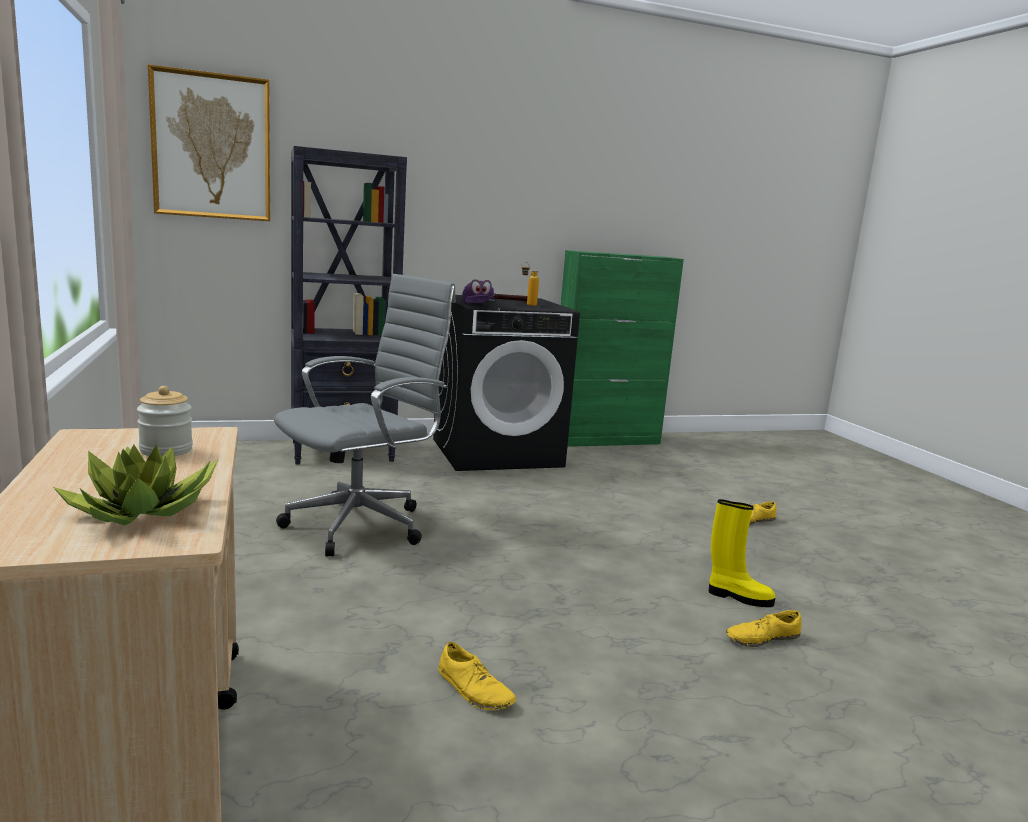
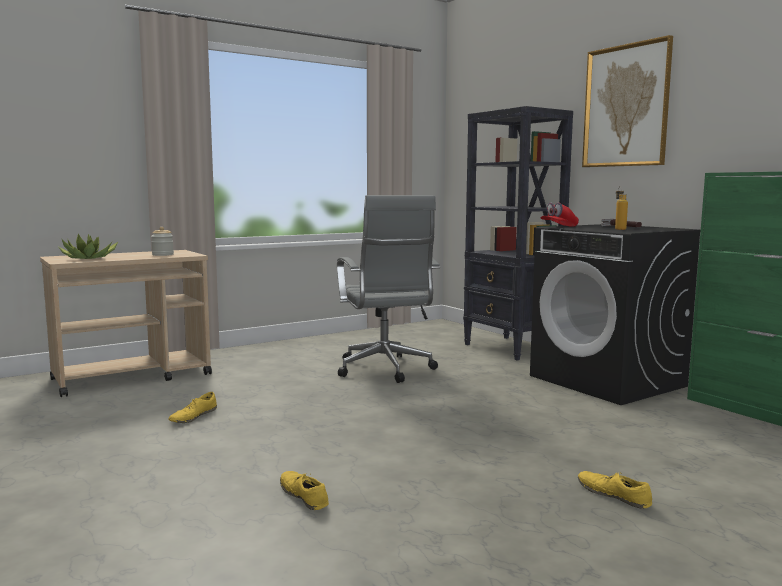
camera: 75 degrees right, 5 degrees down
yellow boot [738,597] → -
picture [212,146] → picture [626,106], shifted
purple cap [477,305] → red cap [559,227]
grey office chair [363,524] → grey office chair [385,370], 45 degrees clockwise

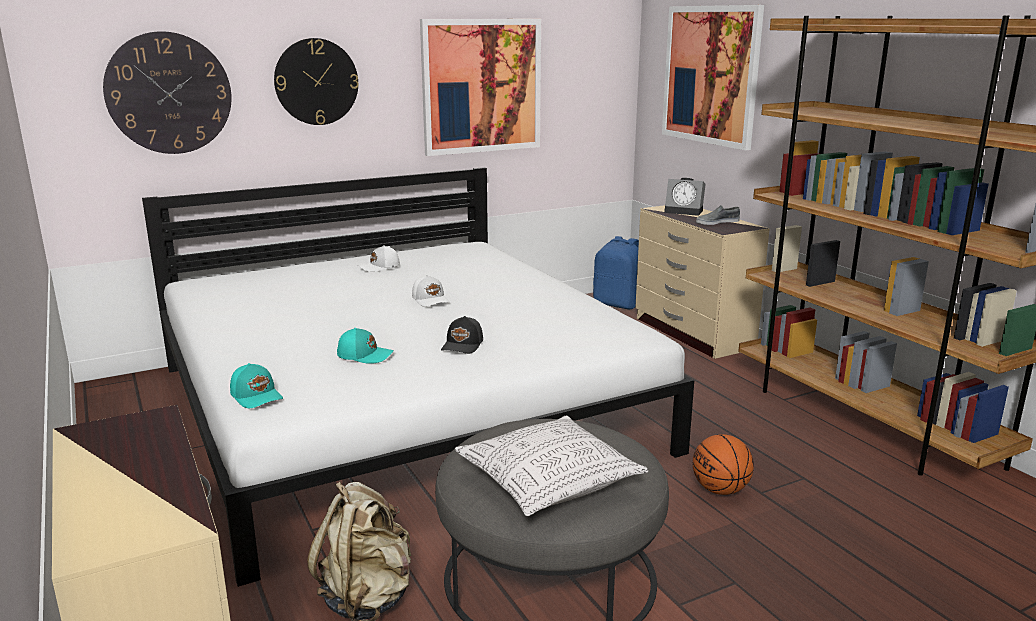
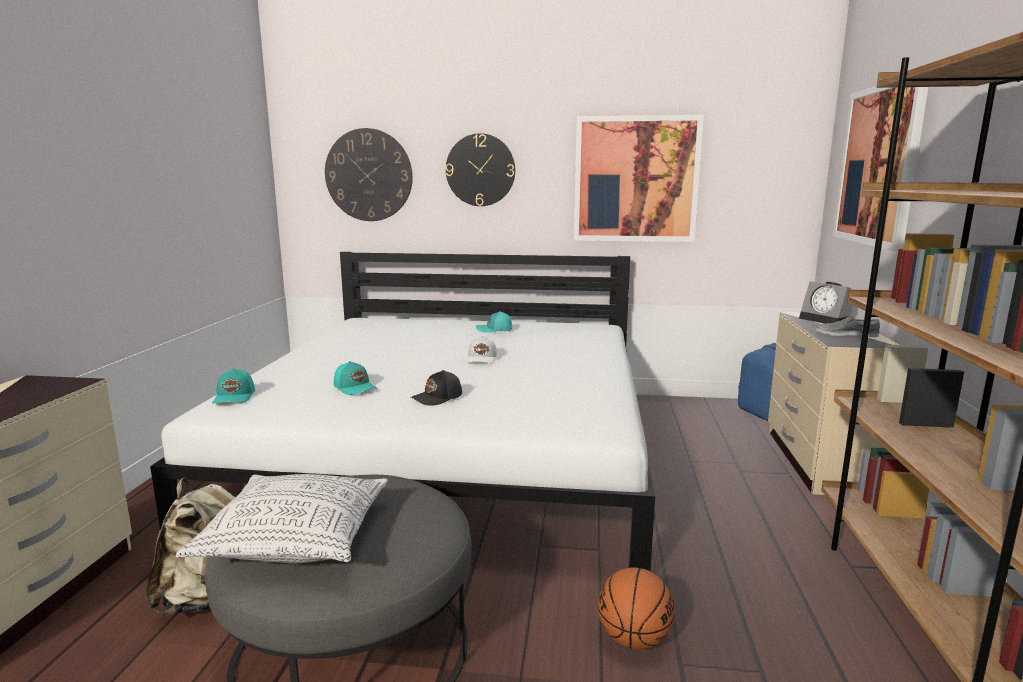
camera: 35 degrees right, 5 degrees down
white cap [380,267] → turquoise cap [494,330]

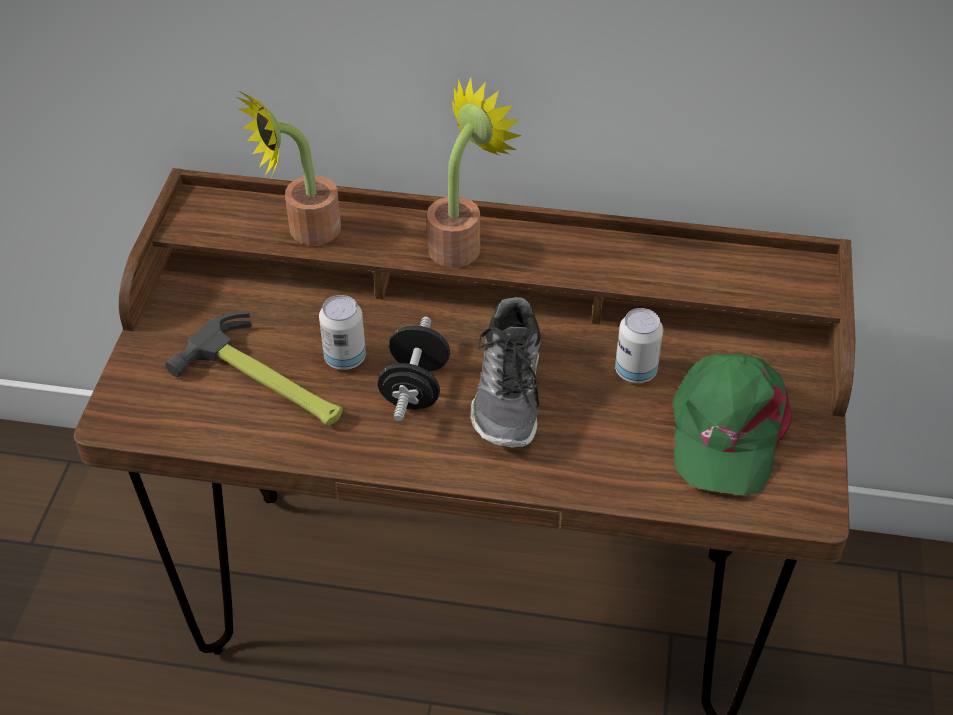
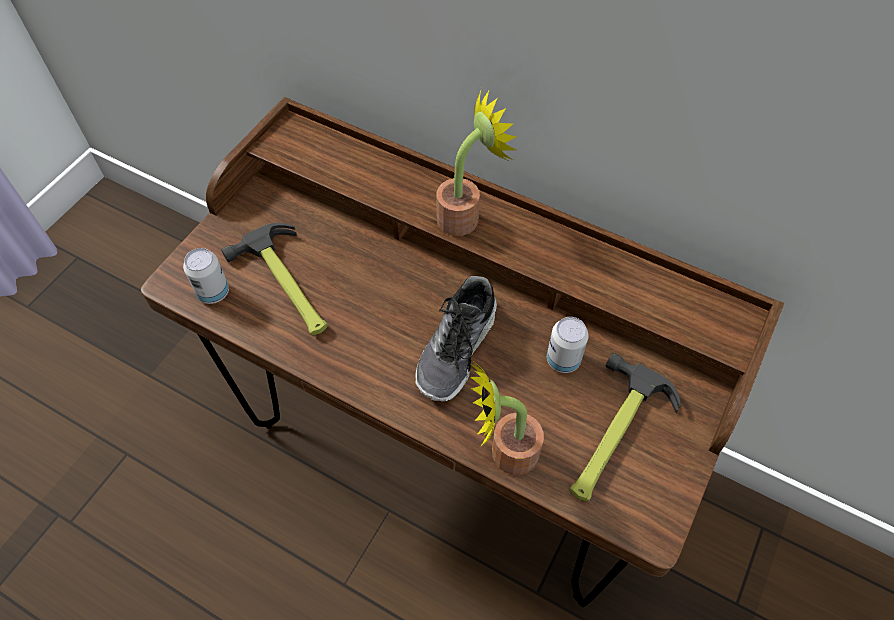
camera: 20 degrees right, 10 degrees up
black dumbbell [415,388] → -
potted plant [304,231] → potted plant [505,454], shifted
can [345,358] → can [213,292], shifted
green cap [726,430] → hammer [613,435]

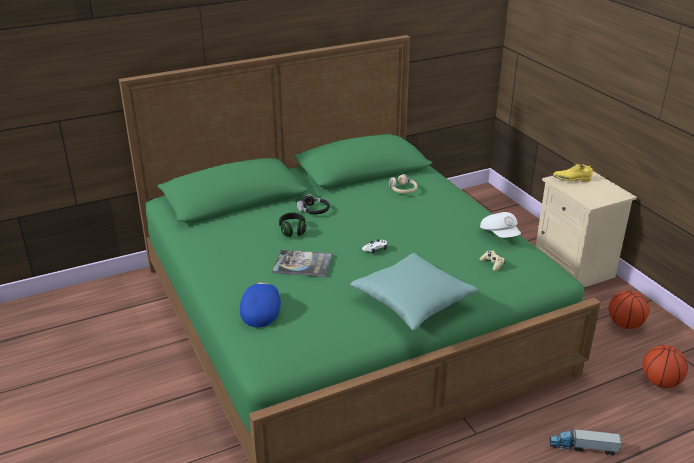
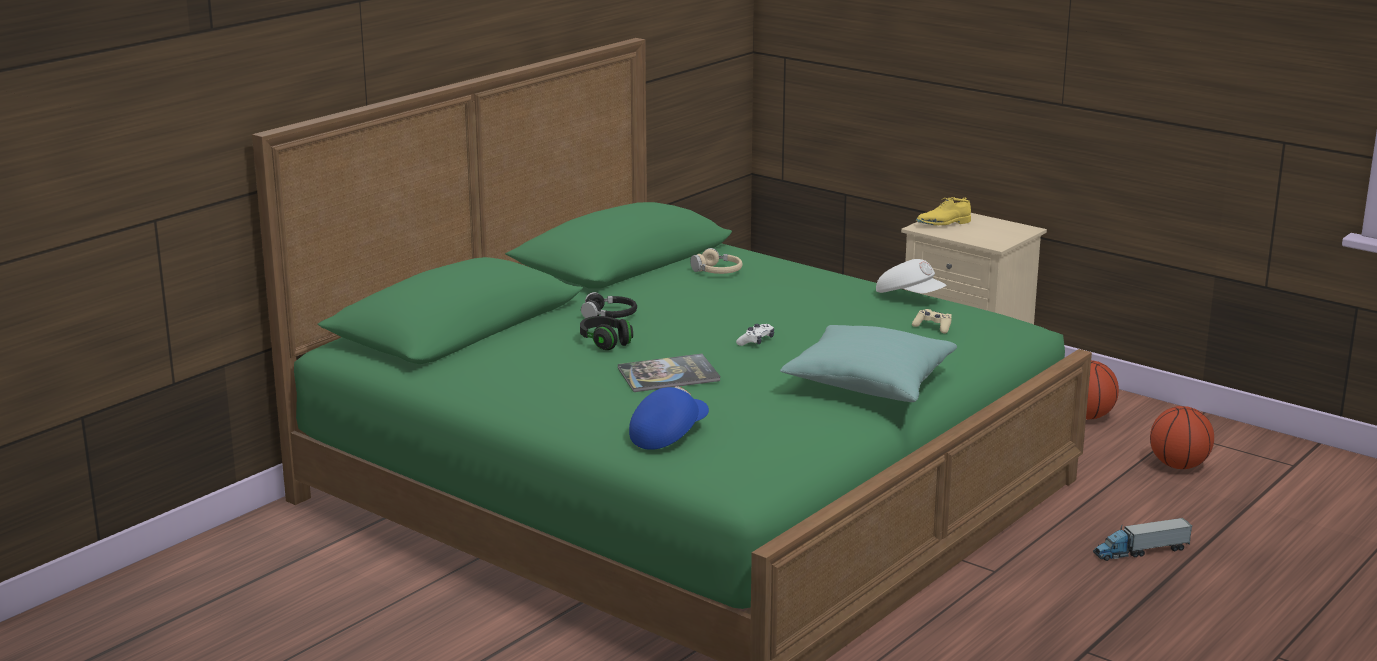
camera: 25 degrees left, 10 degrees down
blue cap [261,312] → blue cap [668,435], 60 degrees clockwise

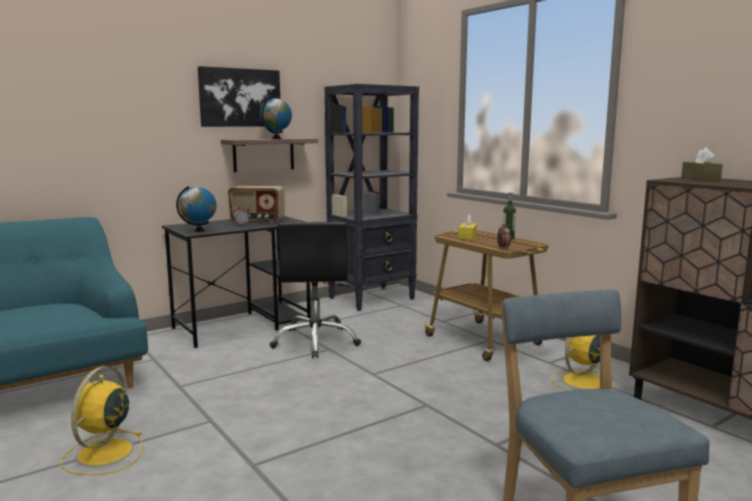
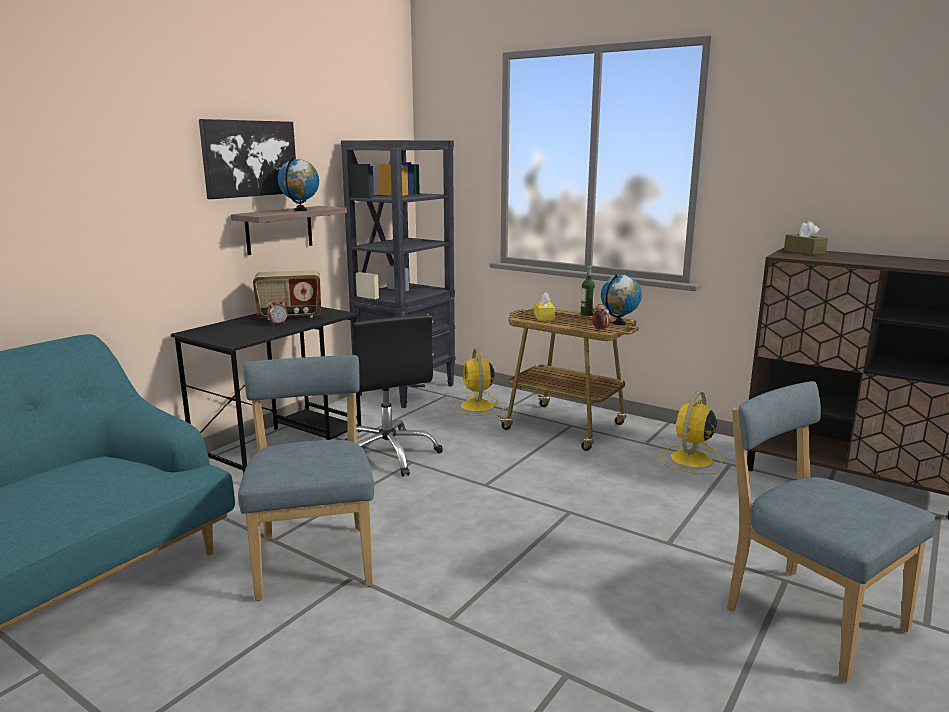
camera: 20 degrees left, 5 degrees up
- → blue chair [315,557]
yellow fan [103,454] → yellow fan [477,406], shifted
globe [199,231] → globe [619,323], shifted

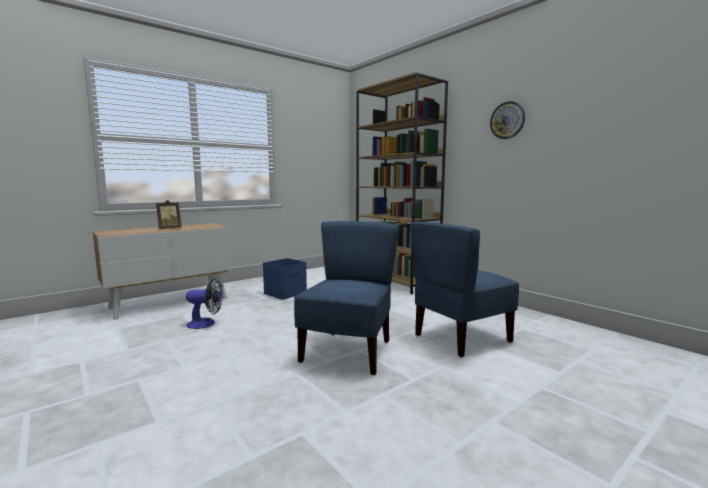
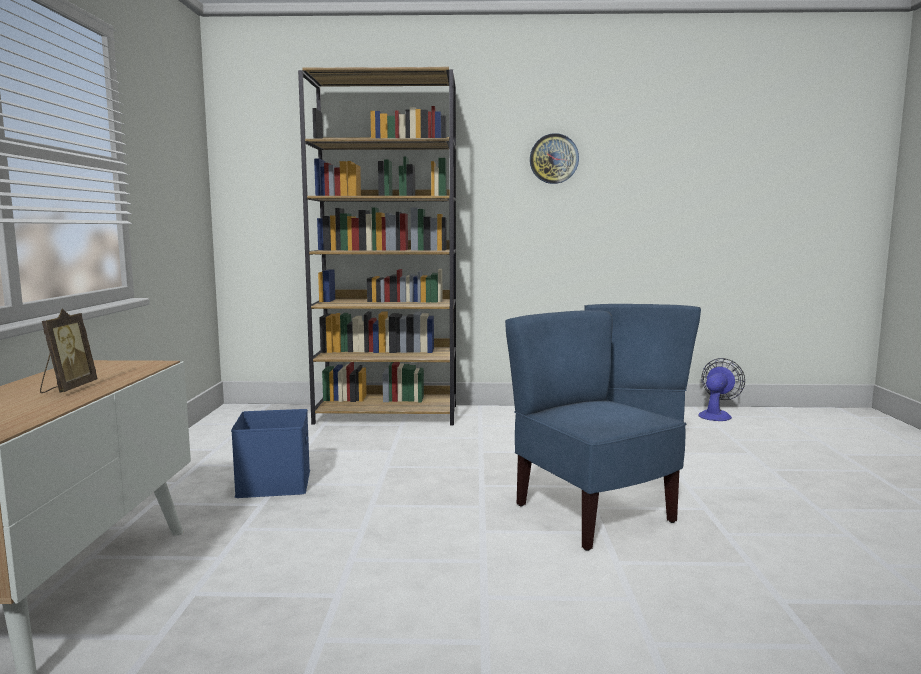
camera: 50 degrees left, 0 degrees up
fan [206,324] → fan [716,415], shifted

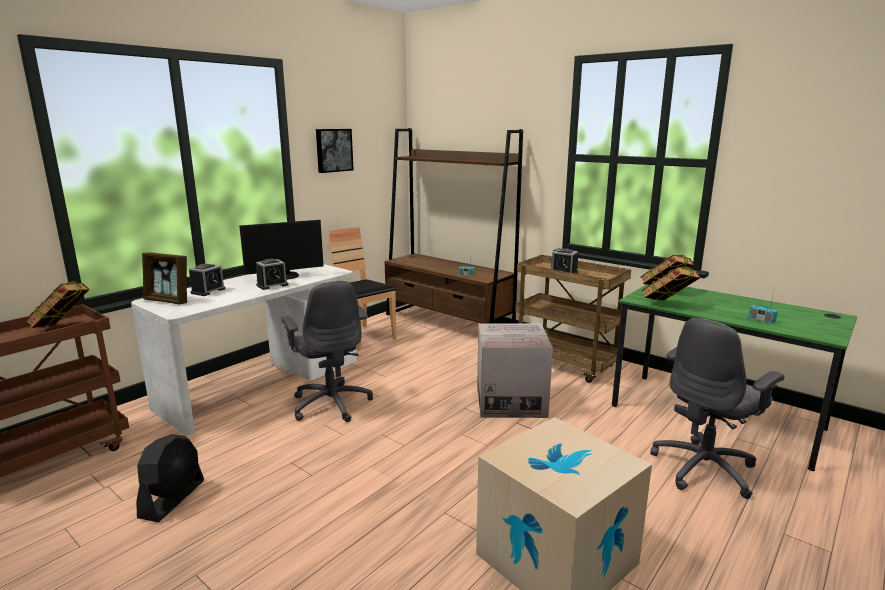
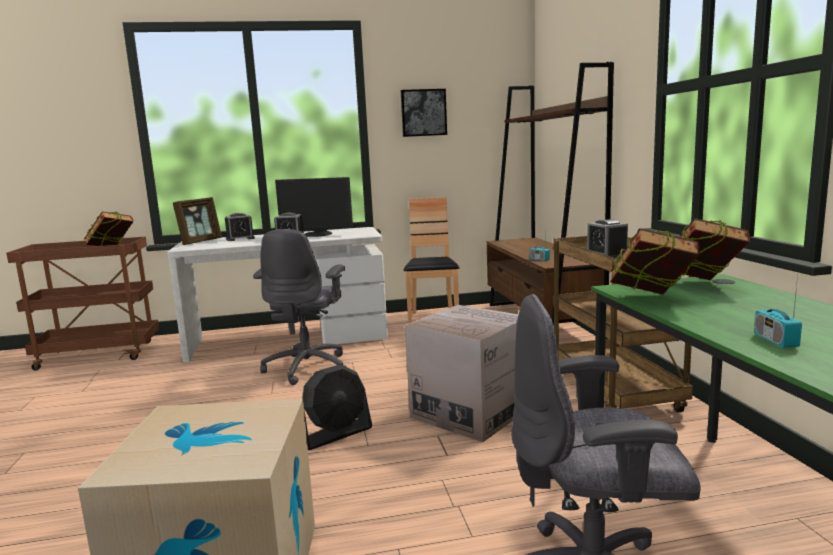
camera: 40 degrees right, 5 degrees down
black fan [173,498] → black fan [335,434], shifted
picture frame [168,301] → picture frame [201,241], 120 degrees counterclockwise

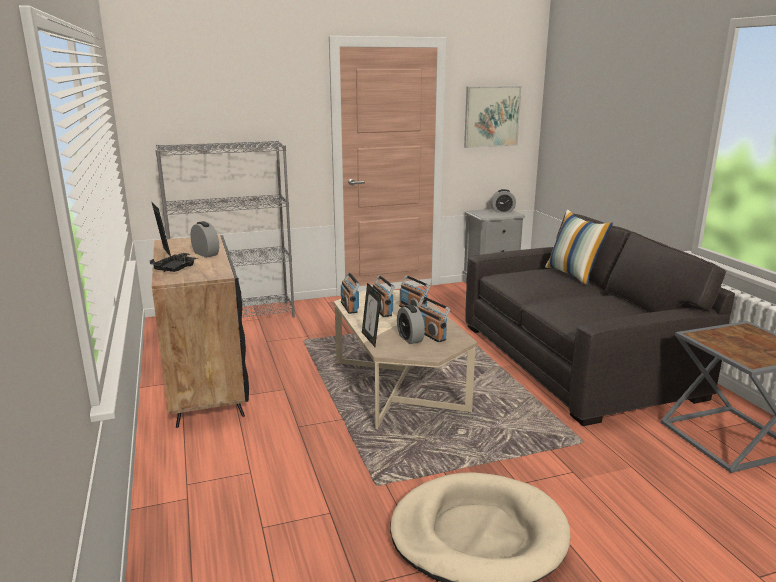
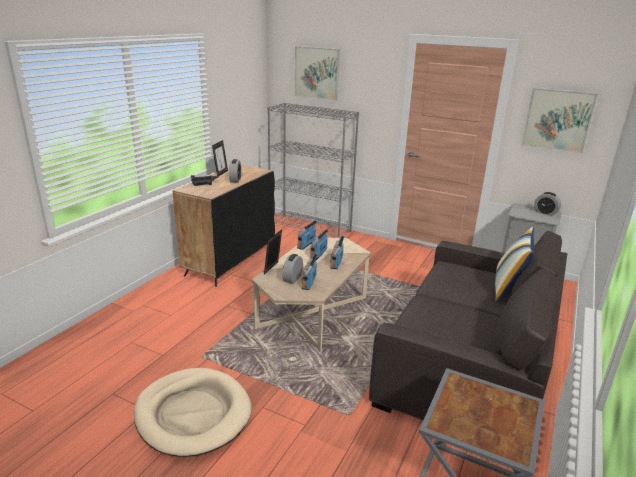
camera: 45 degrees right, 5 degrees up
- → picture [317,73]

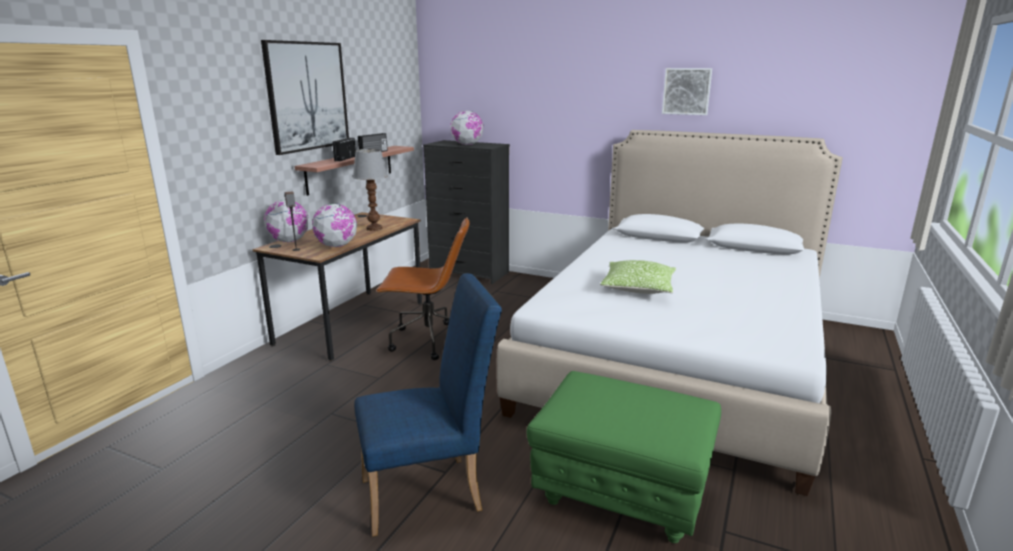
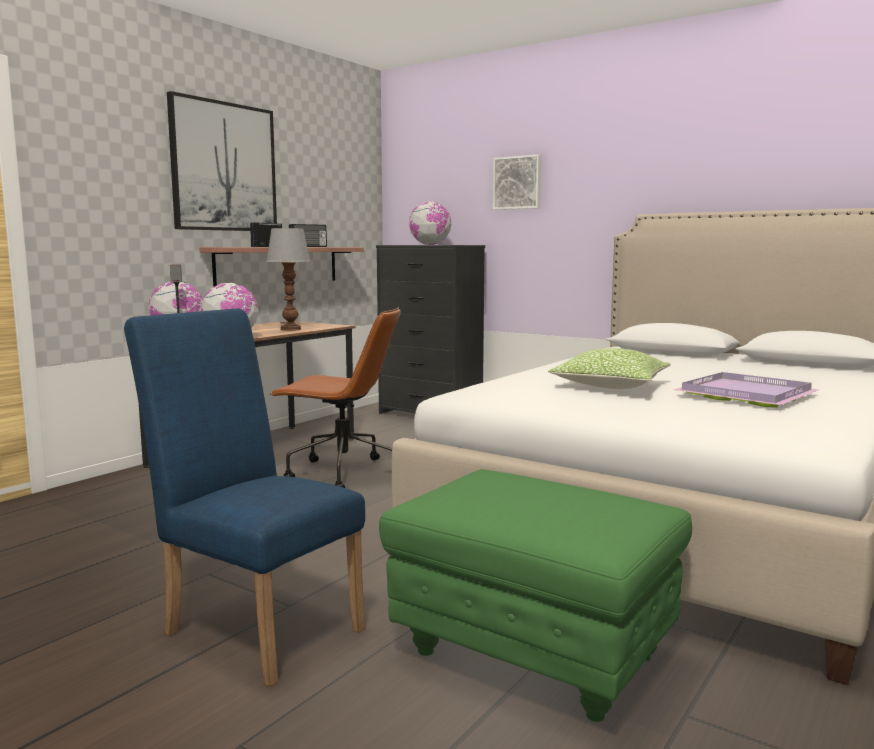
camera: 10 degrees right, 10 degrees down
- → purple tray [744,394]
picture [686,91] → picture [518,183], shifted
blue chair [431,492] → blue chair [256,625], 135 degrees counterclockwise

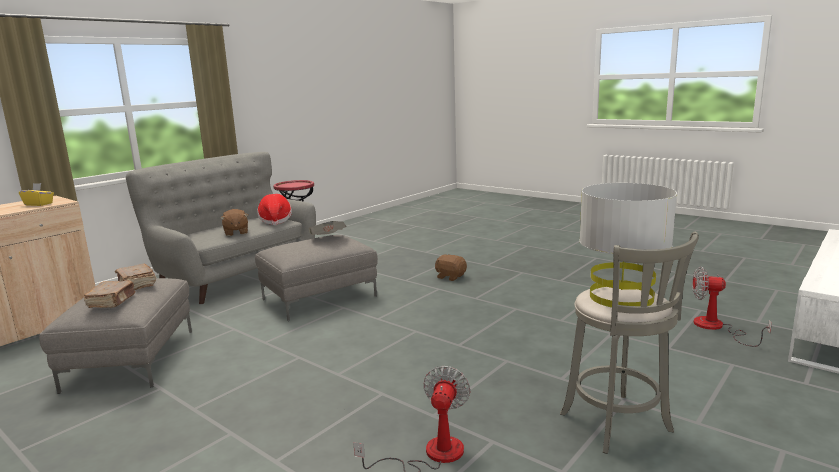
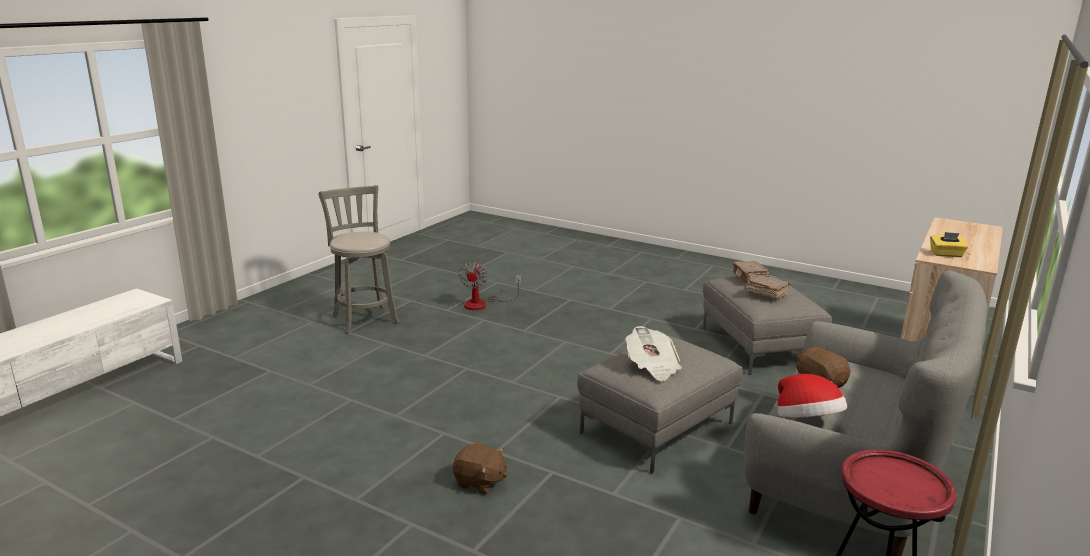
camera: 170 degrees right, 5 degrees up
grey table lamp [621,297] → -
fan [716,328] → -

